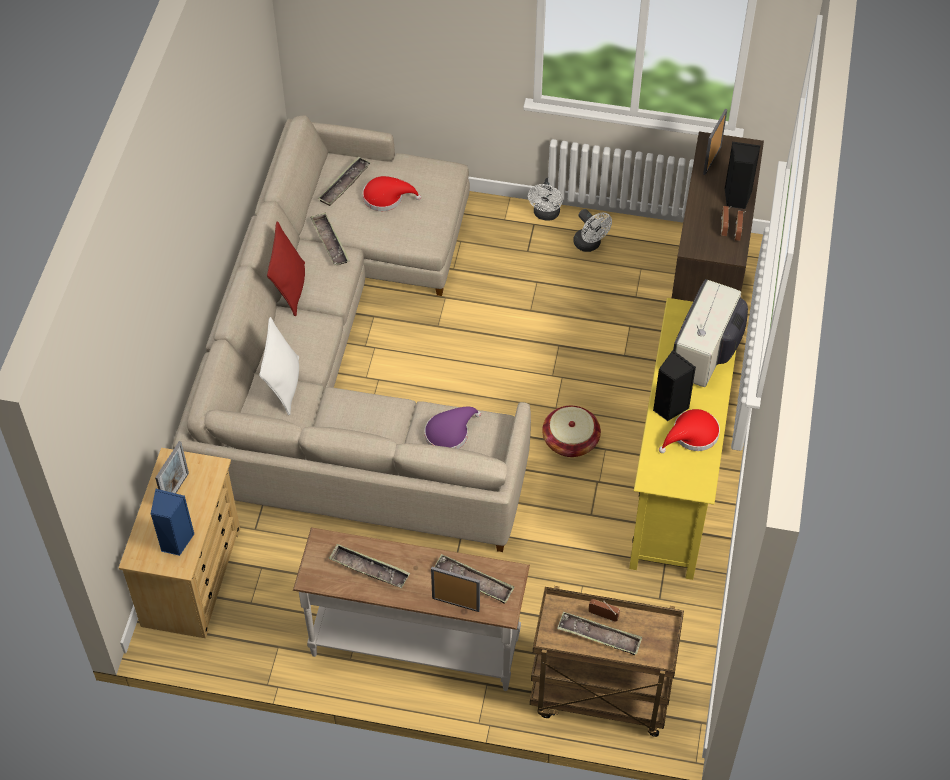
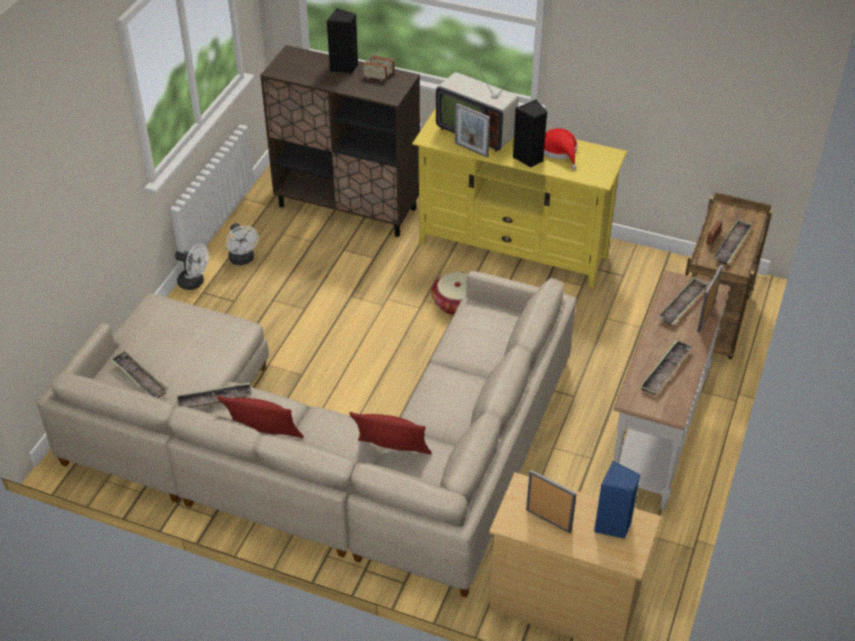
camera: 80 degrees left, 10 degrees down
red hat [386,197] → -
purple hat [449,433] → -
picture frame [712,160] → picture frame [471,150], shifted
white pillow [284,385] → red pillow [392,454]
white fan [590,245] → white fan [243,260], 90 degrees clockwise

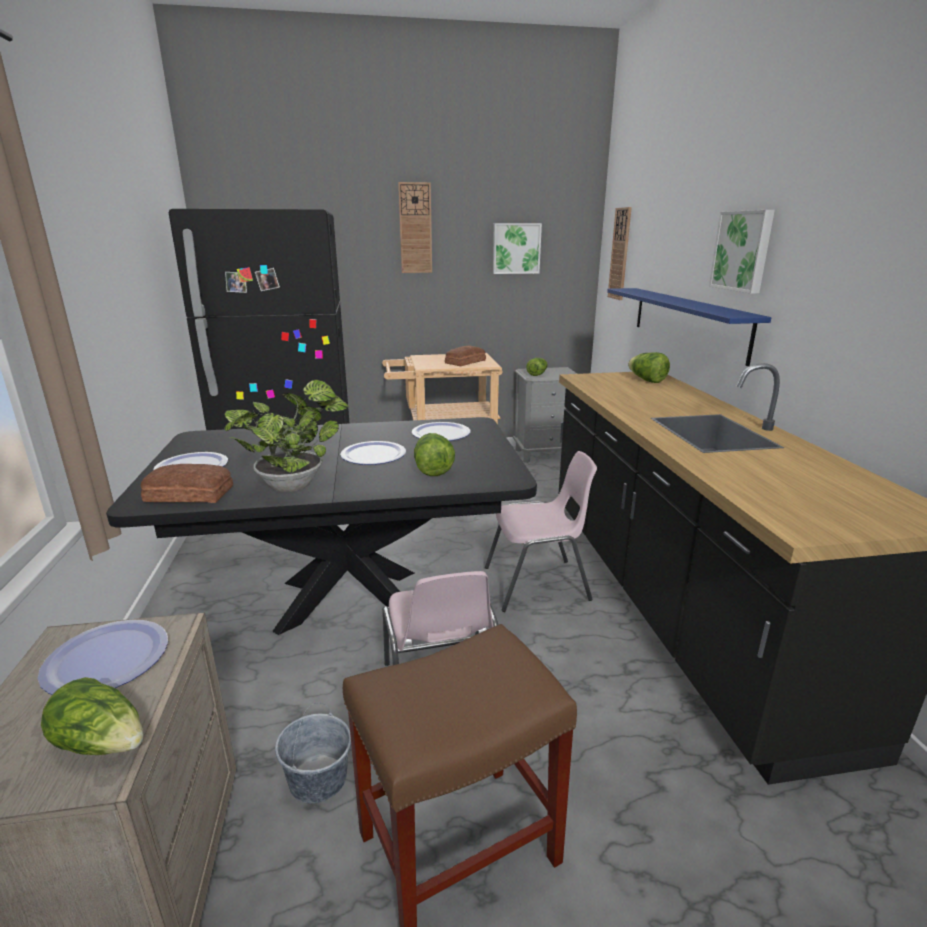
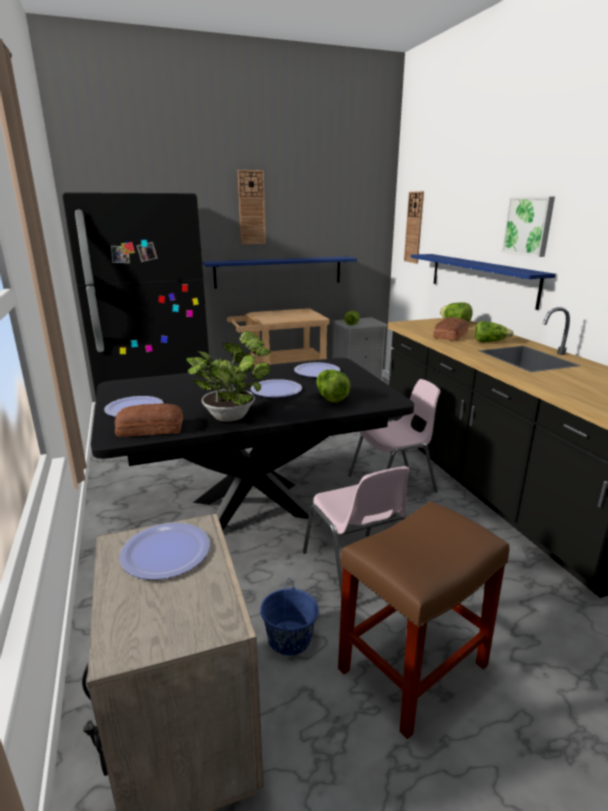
camera: 10 degrees left, 0 degrees up
picture [516,248] → -
- → blue shelf [279,272]
lettuce [103,742] → lettuce [490,342], shifted
bread [464,362] → bread [449,335], shifted
grey bucket [318,779] → blue bucket [289,638]

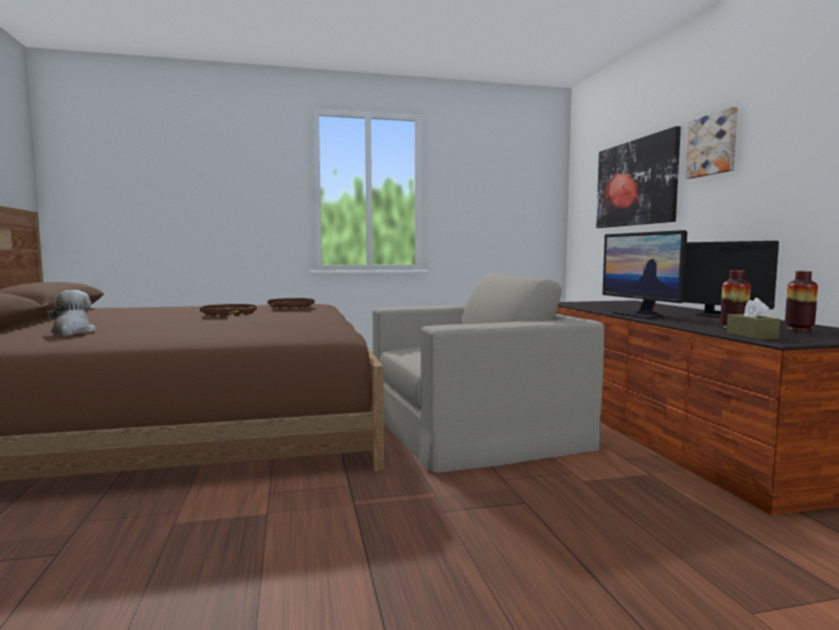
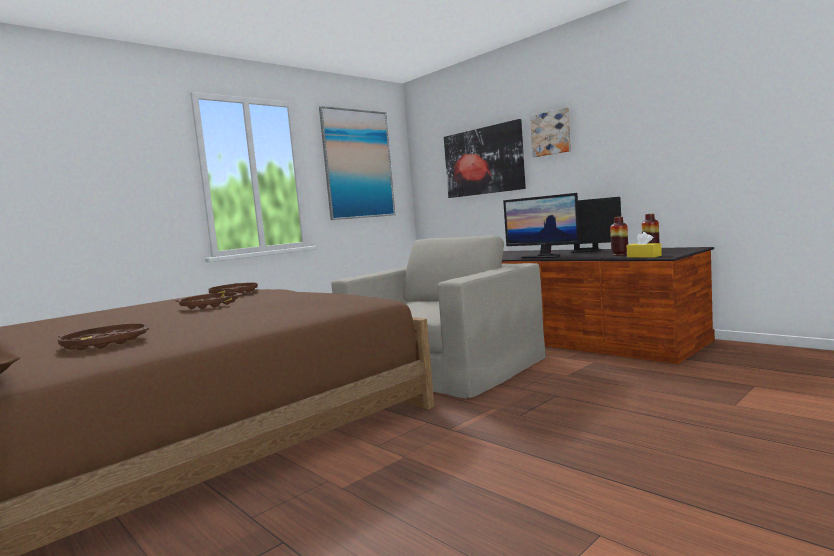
camera: 30 degrees left, 0 degrees up
- → picture [358,164]
plush toy [72,332] → brown tray [105,343]
brown tissue box [751,336] → yellow tissue box [644,256]

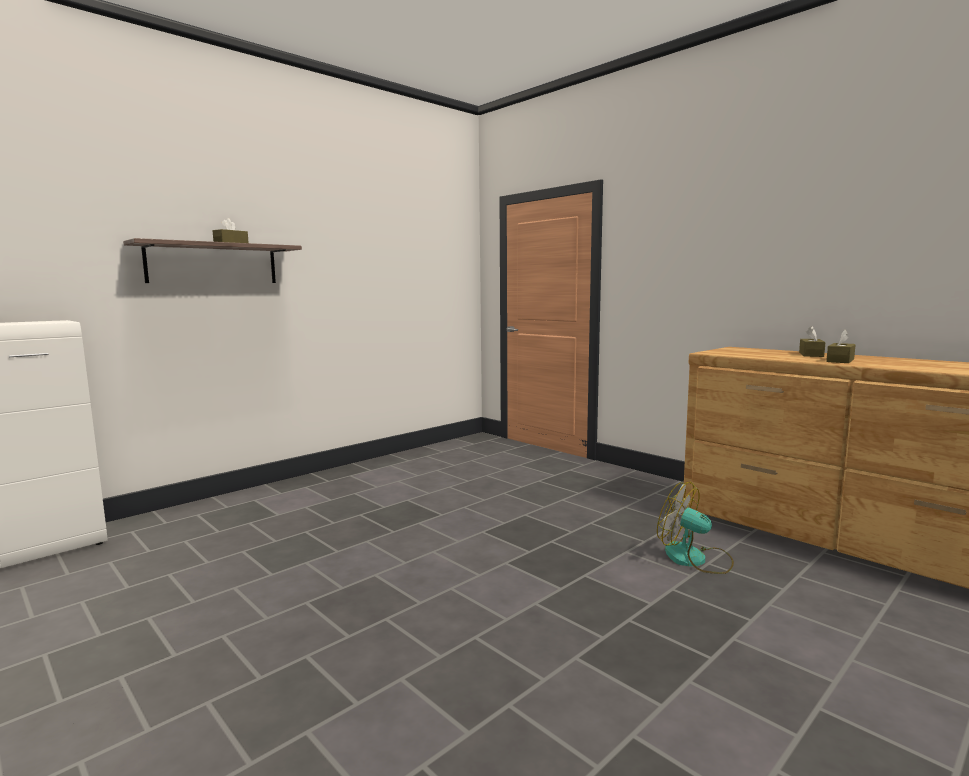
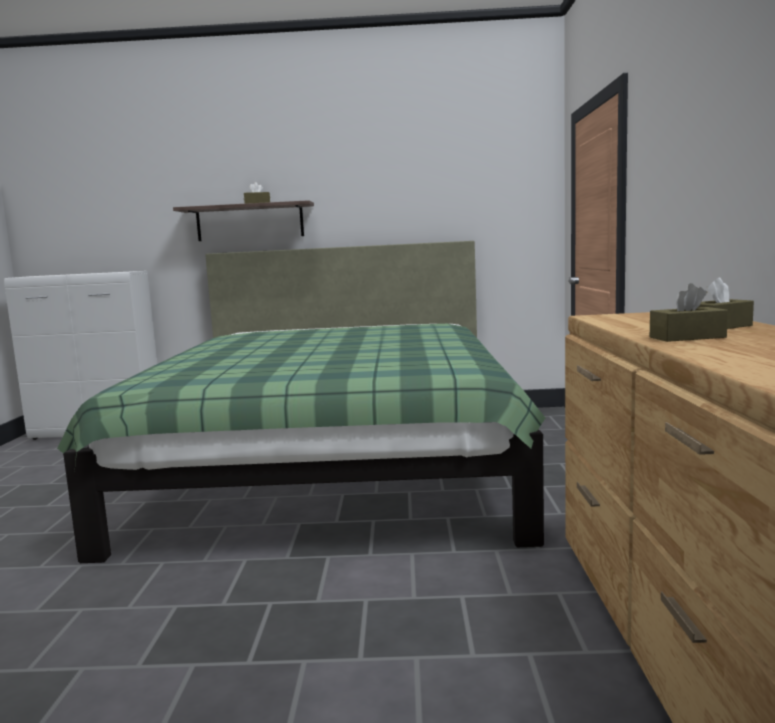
camera: 45 degrees right, 0 degrees up
fan [695,559] → -
- → green bed [333,466]

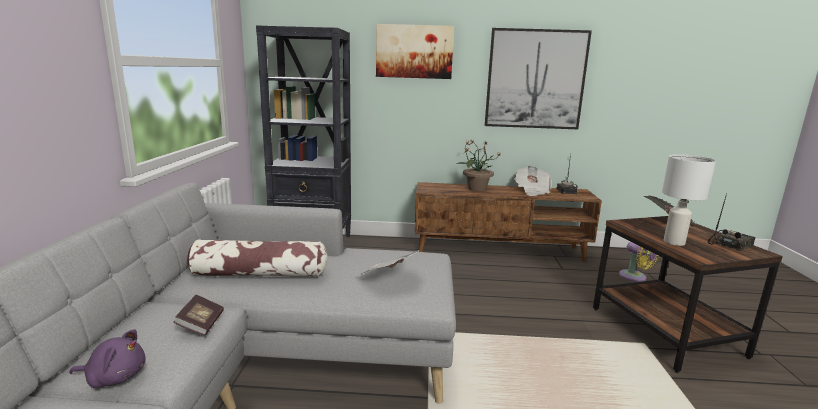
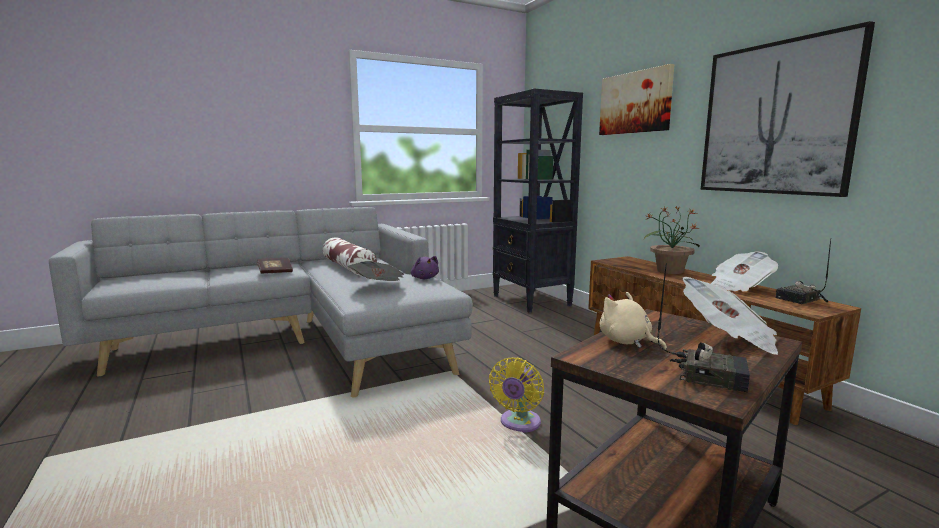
camera: 60 degrees right, 5 degrees down
purple plush toy [114,377] → purple plush toy [424,278], shifted
yellow fan [635,277] → yellow fan [518,424], shifted
white table lamp [674,242] → beige plush toy [627,342]

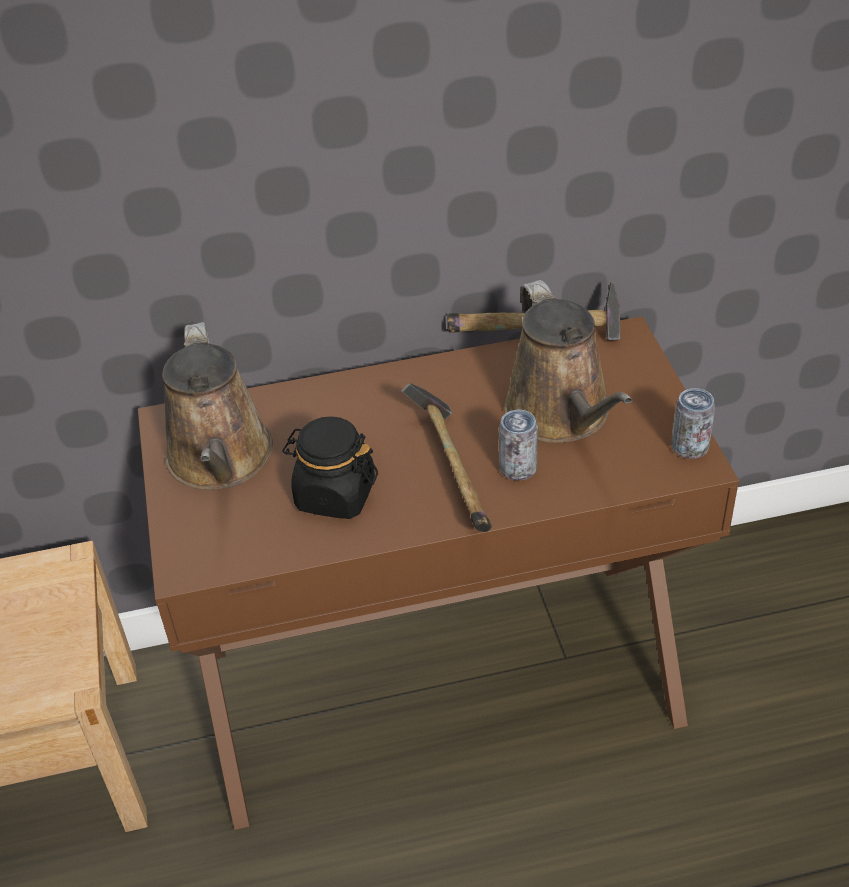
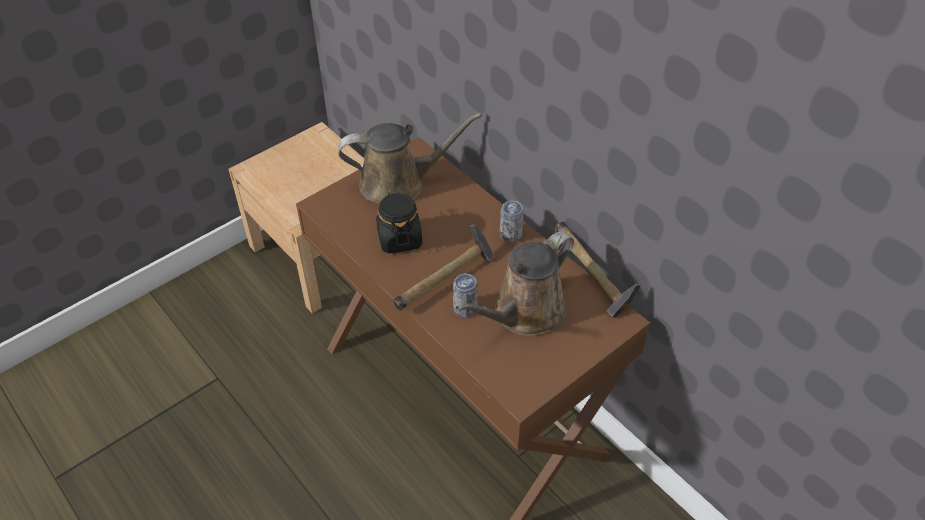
camera: 60 degrees right, 5 degrees up
can [689,447] → can [510,235], shifted
brown watering can [220,460] → brown watering can [399,184], 150 degrees counterclockwise

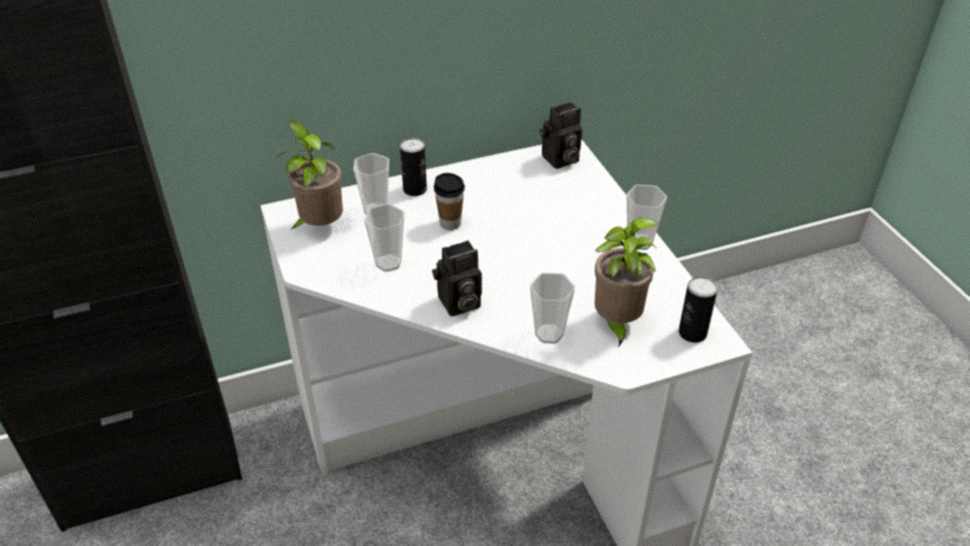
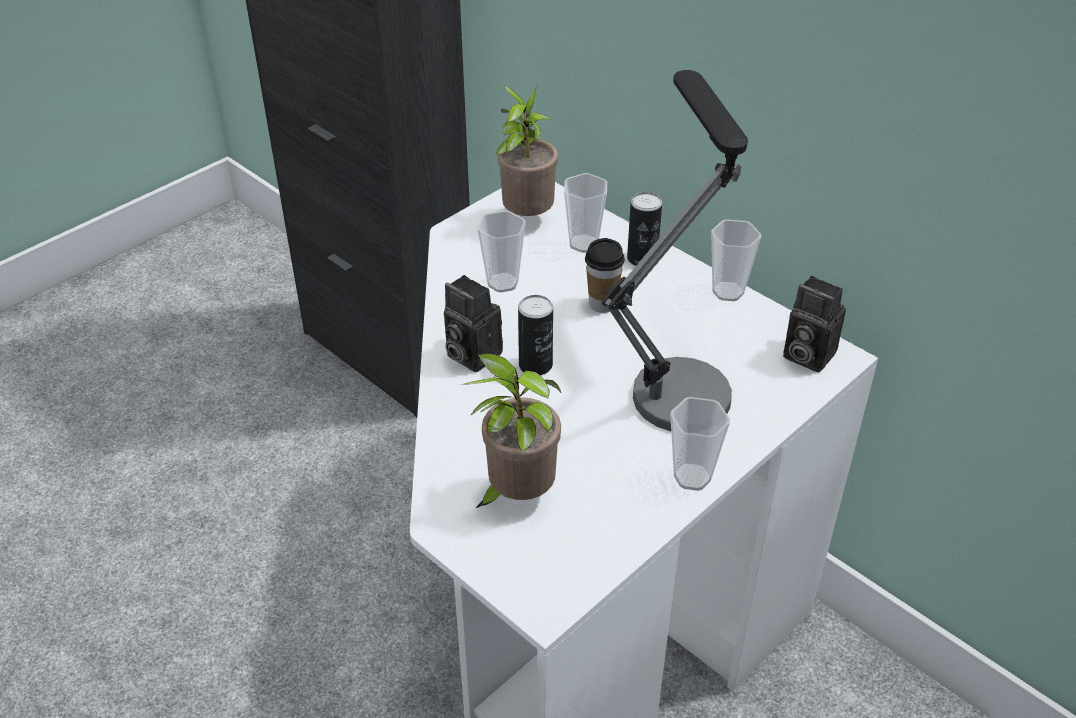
camera: 65 degrees right, 0 degrees up
- → table lamp [676,376]
cup [549,334] → cup [728,292], shifted
can [692,333] → can [535,365], shifted

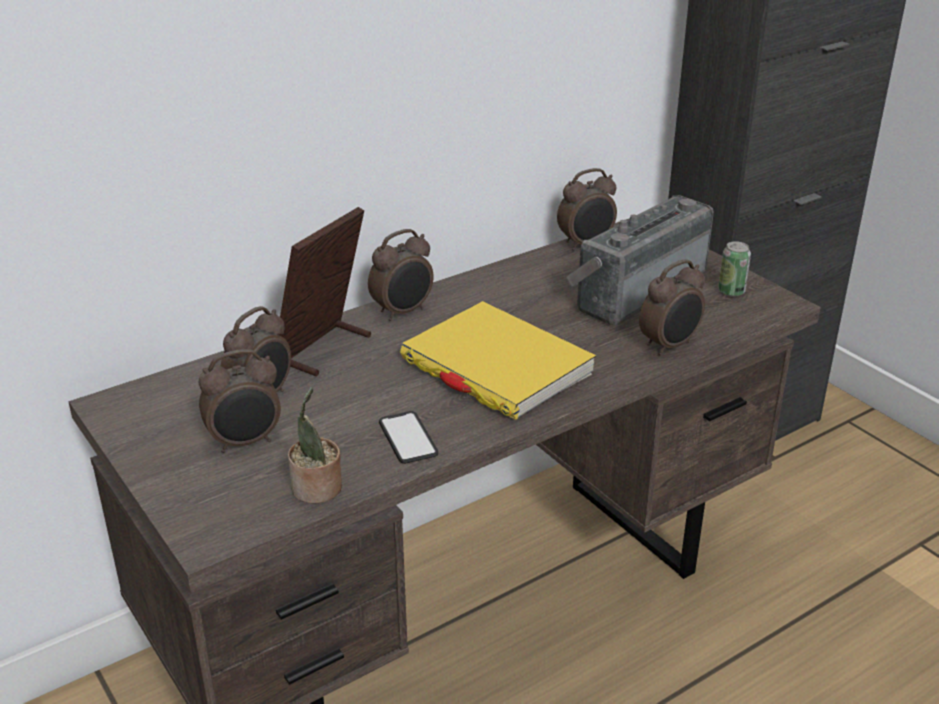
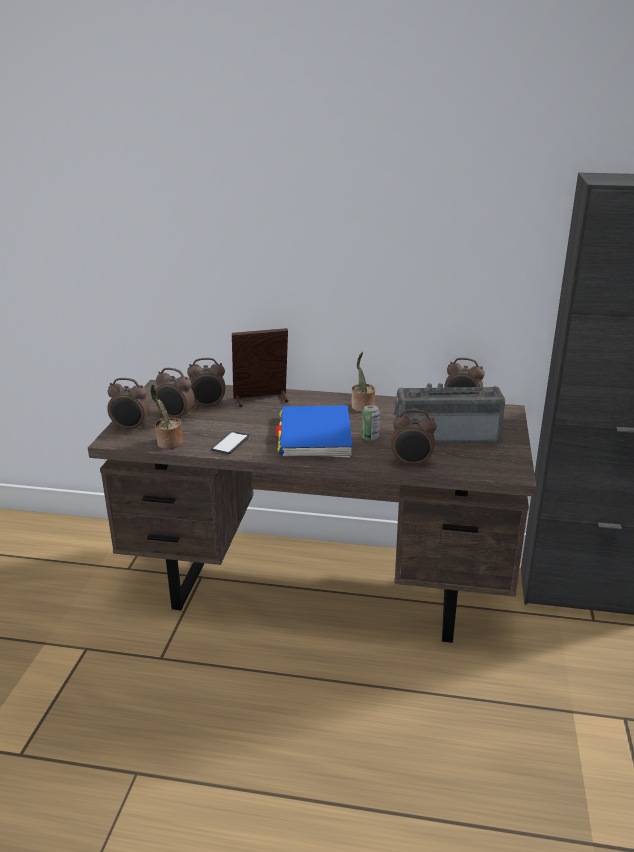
camera: 45 degrees right, 5 degrees down
- → potted plant [362,407]
alarm clock [403,312] → alarm clock [131,428], shifted
can [731,291] → can [370,437], shifted
yellow book [496,367] → blue book [315,436]

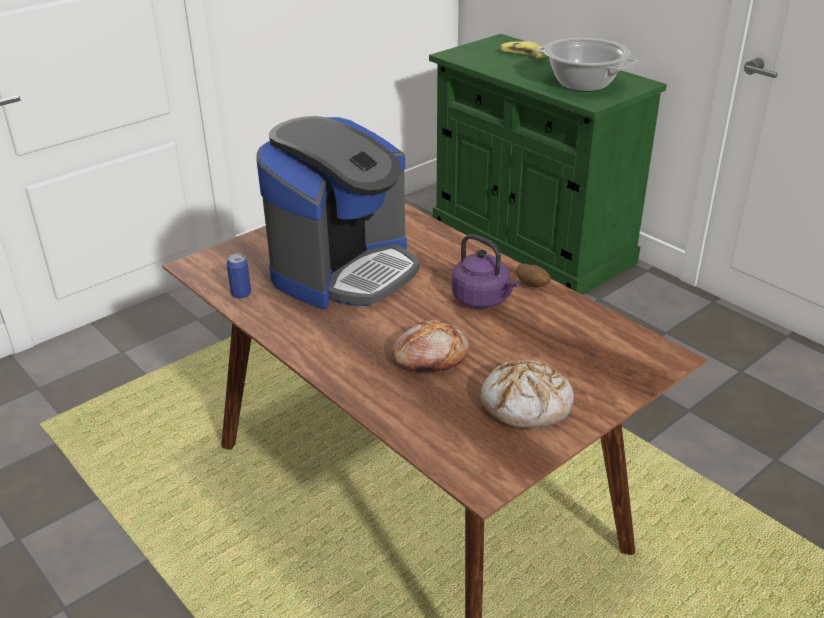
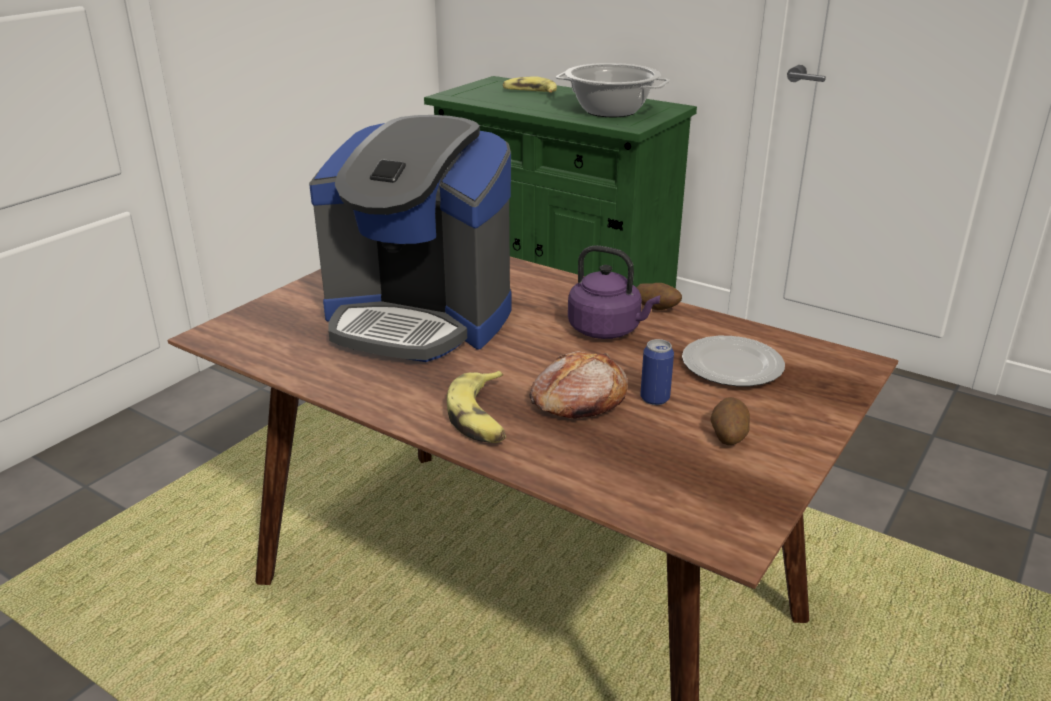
camera: 15 degrees left, 5 degrees down
- → banana [482,417]
- → plate [731,366]
can [241,294] → can [654,399], shifted
bread [526,404] → potato [728,437]
coffee machine [344,270] → coffee machine [419,319], 90 degrees clockwise

